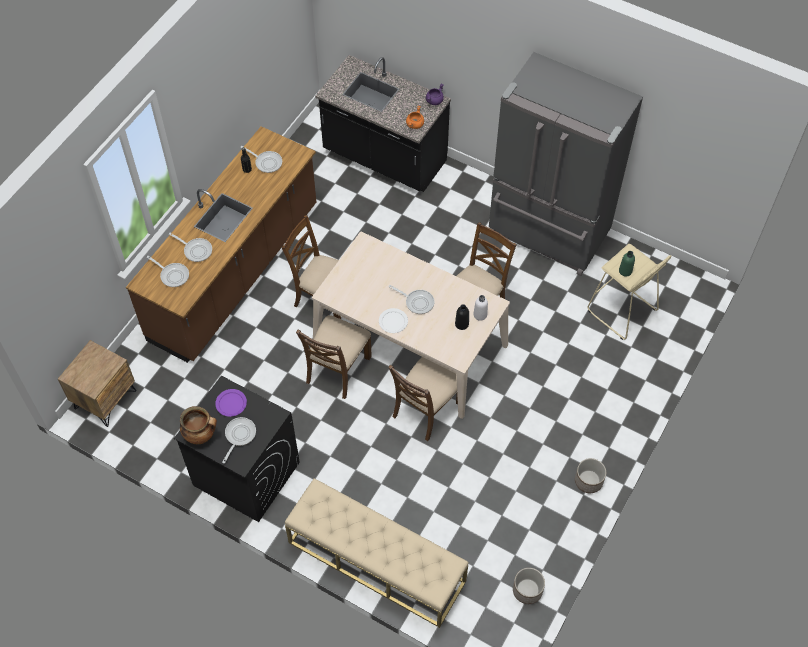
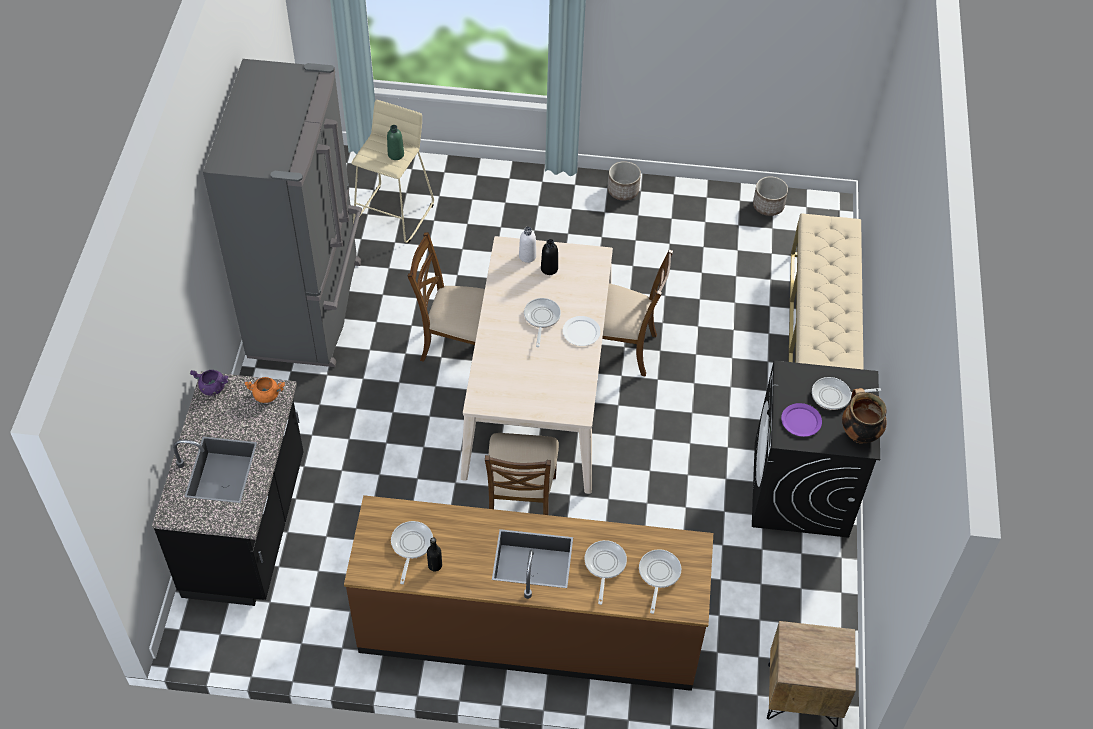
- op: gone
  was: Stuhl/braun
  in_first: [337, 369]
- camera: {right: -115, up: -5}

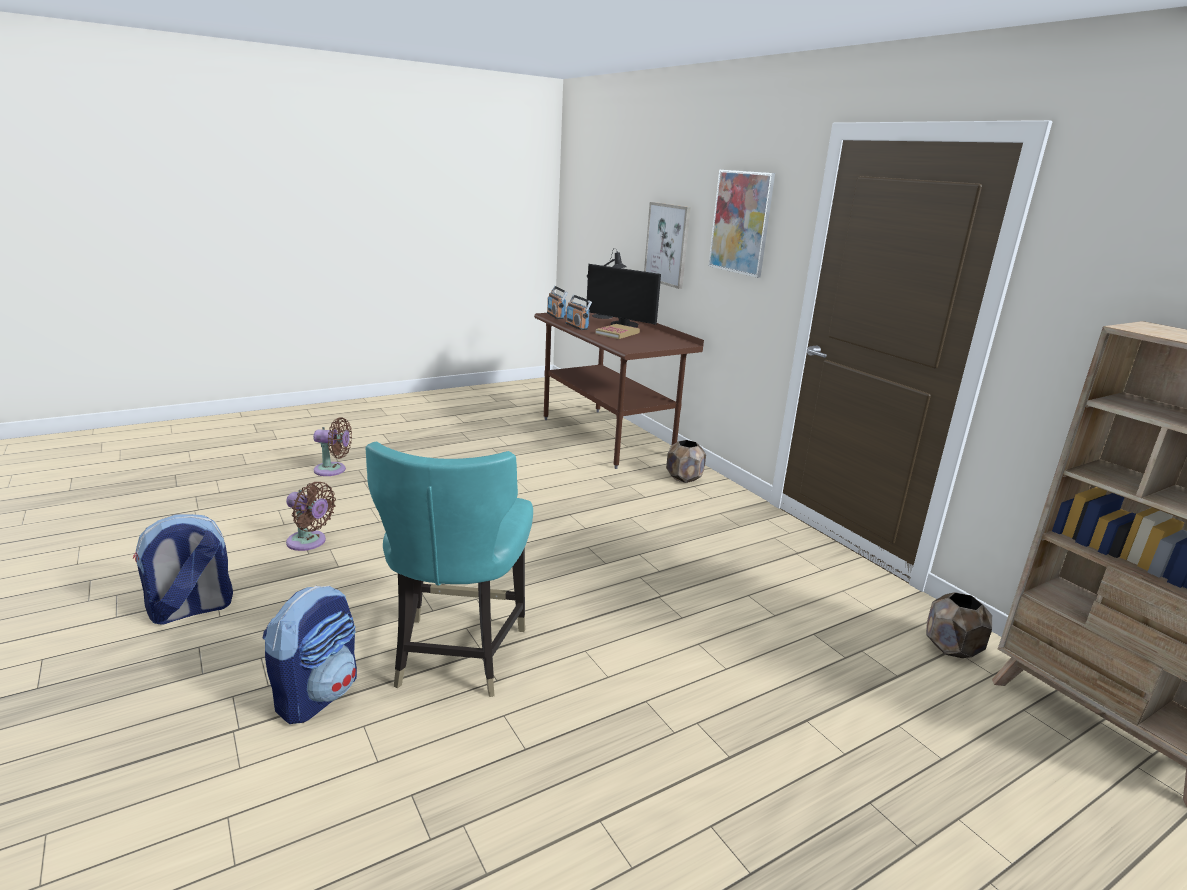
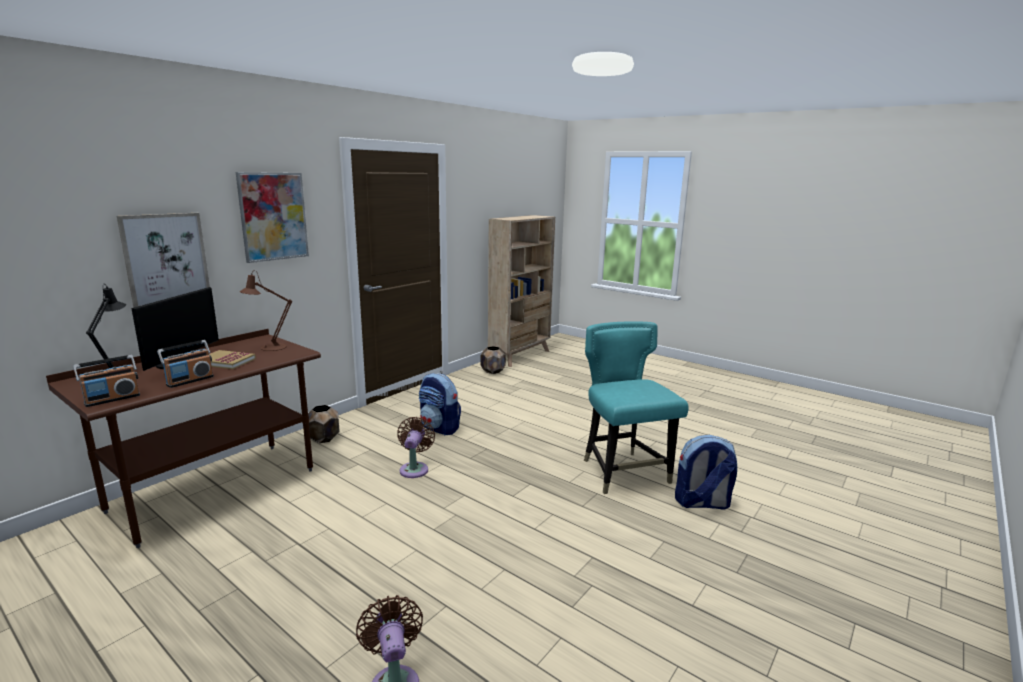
- op: rotated
  was: Stuhl/türkis
  in_first: [457, 655]
  in_second: [623, 472]
  clockwise: -90
- op: shifted
  was: Ventilator/braun
  in_first: [309, 542]
  in_second: [415, 468]
- op: shifted
  was: Rucksack
  in_first: [191, 610]
  in_second: [439, 428]
- op: new
  now: Tischlampe/braun
  in_second: [269, 347]
- camera: {right: -110, up: -5}

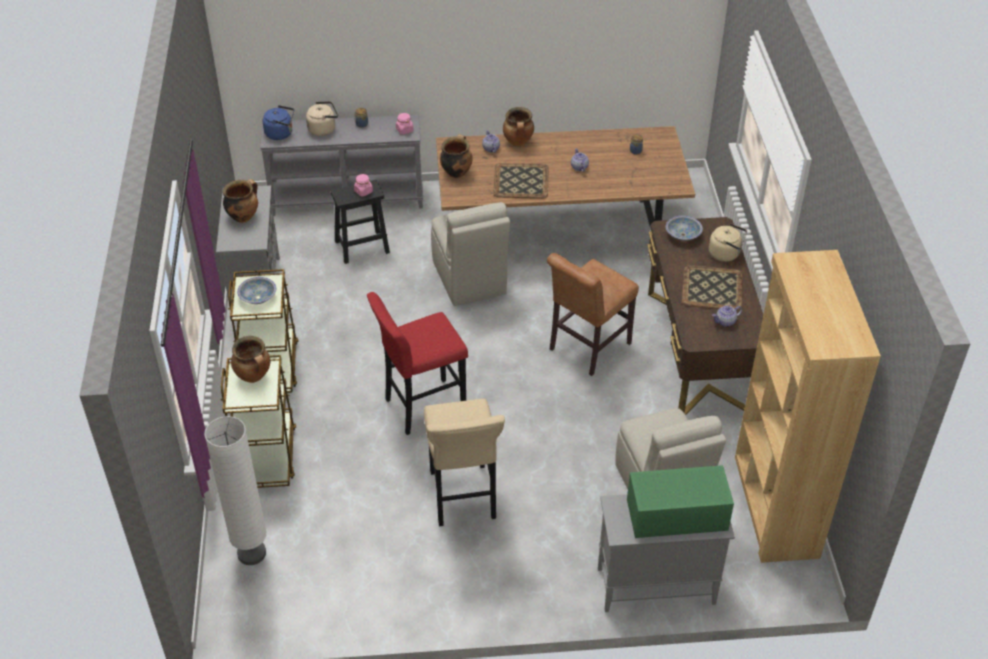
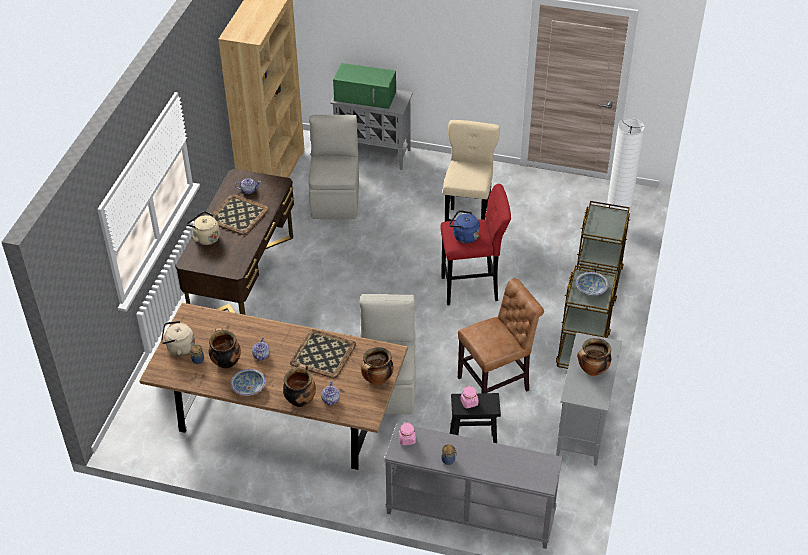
- op: shifted
  was: Wasserkessel/beige
  in_first: [323, 129]
  in_second: [179, 348]
- op: shifted
  was: Wasserkessel/blau
  in_first: [281, 134]
  in_second: [464, 236]
- op: shifted
  was: Schüssel
  in_first: [683, 235]
  in_second: [248, 388]
- op: shifted
  was: Stuhl/braun
  in_first: [587, 348]
  in_second: [497, 383]
- op: shifted
  was: Kochtopf
  in_first: [254, 376]
  in_second: [226, 362]
- camera: {right: -160, up: 0}

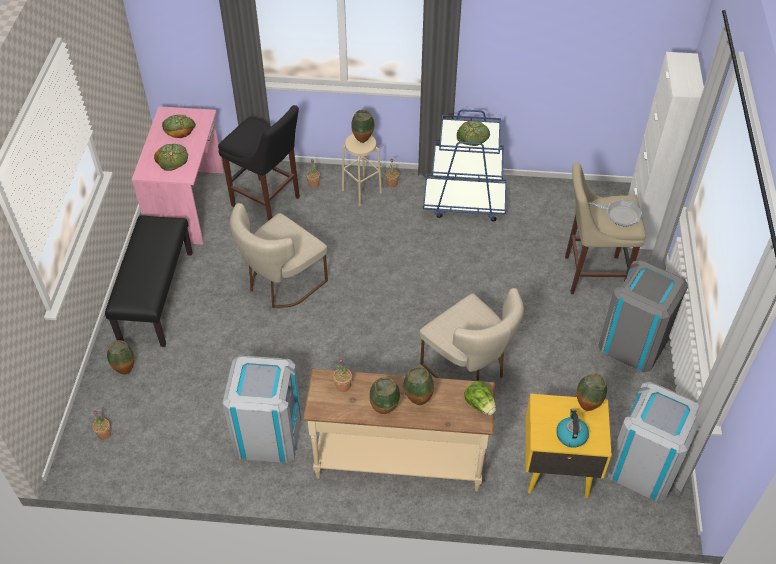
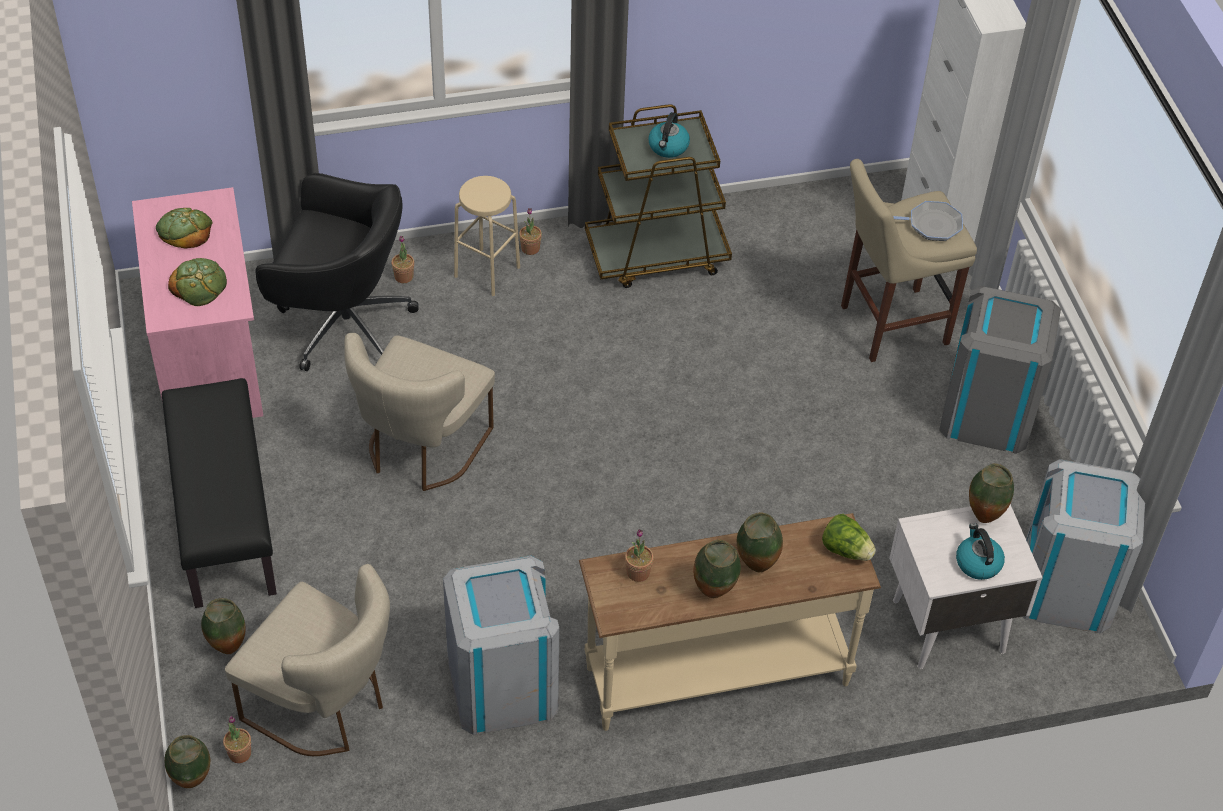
- op: swapped
  was: Hocker/schwarz
  now: Bürostuhl/schwarz
  in_first: [268, 203]
  in_second: [342, 324]
- op: repainted
  was: Rollwagen/blau
  now: Rollwagen/braun
  in_first: [465, 202]
  in_second: [657, 255]
- op: shifted
  was: Vase
  in_first: [363, 141]
  in_second: [193, 782]
- op: swapped
  was: Brot
  now: Wasserkessel
  in_first: [473, 136]
  in_second: [668, 147]
- op: shifted
  was: Stuhl/beige
  in_first: [469, 368]
  in_second: [325, 706]
- op: repainted
  was: Nachttisch/gelb
  now: Nachttisch/weiß
  in_first: [556, 469]
  in_second: [946, 625]
- camera: {right: -20, up: 0}

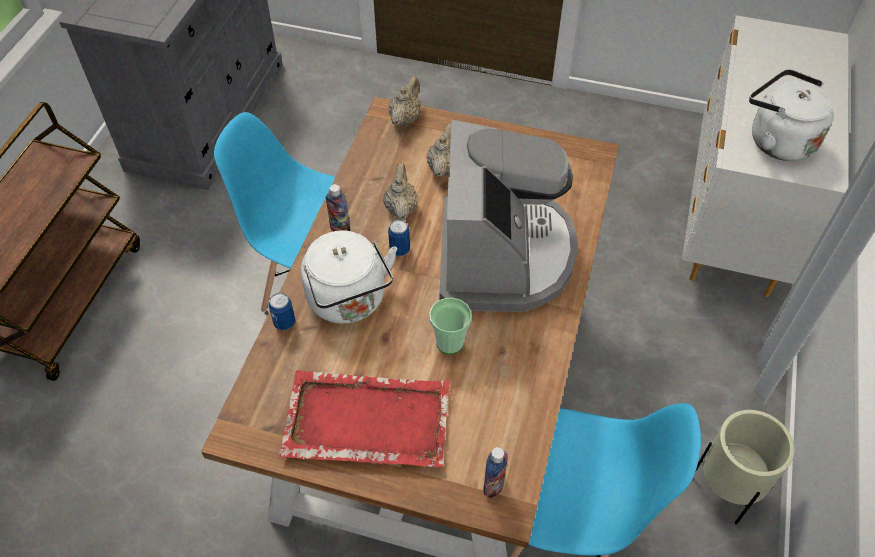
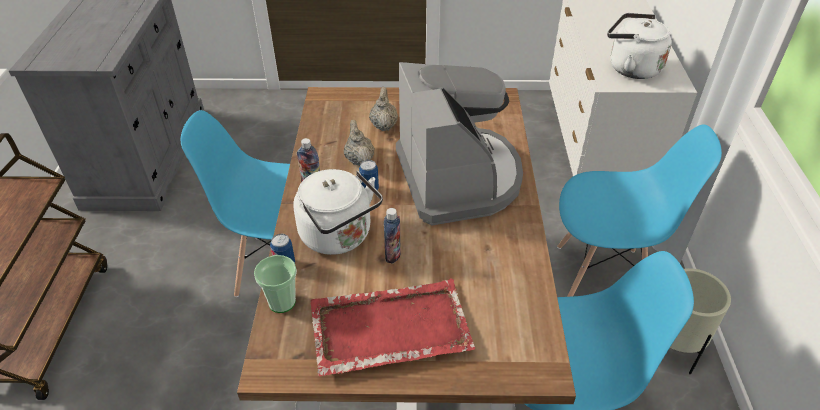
- op: gone
  was: Teekanne/beige
  in_first: [405, 118]
- op: shifted
  was: Tasse
  in_first: [449, 342]
  in_second: [282, 302]
- op: shifted
  was: Flasche
  in_first: [493, 485]
  in_second: [392, 255]
- op: new
  now: Stuhl/blau
  in_second: [602, 278]
- camera: {right: -15, up: -10}

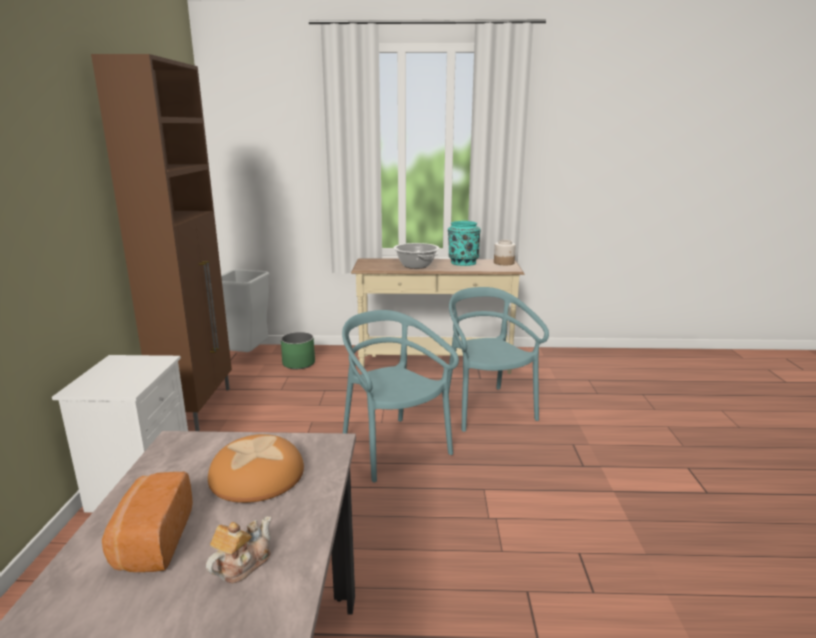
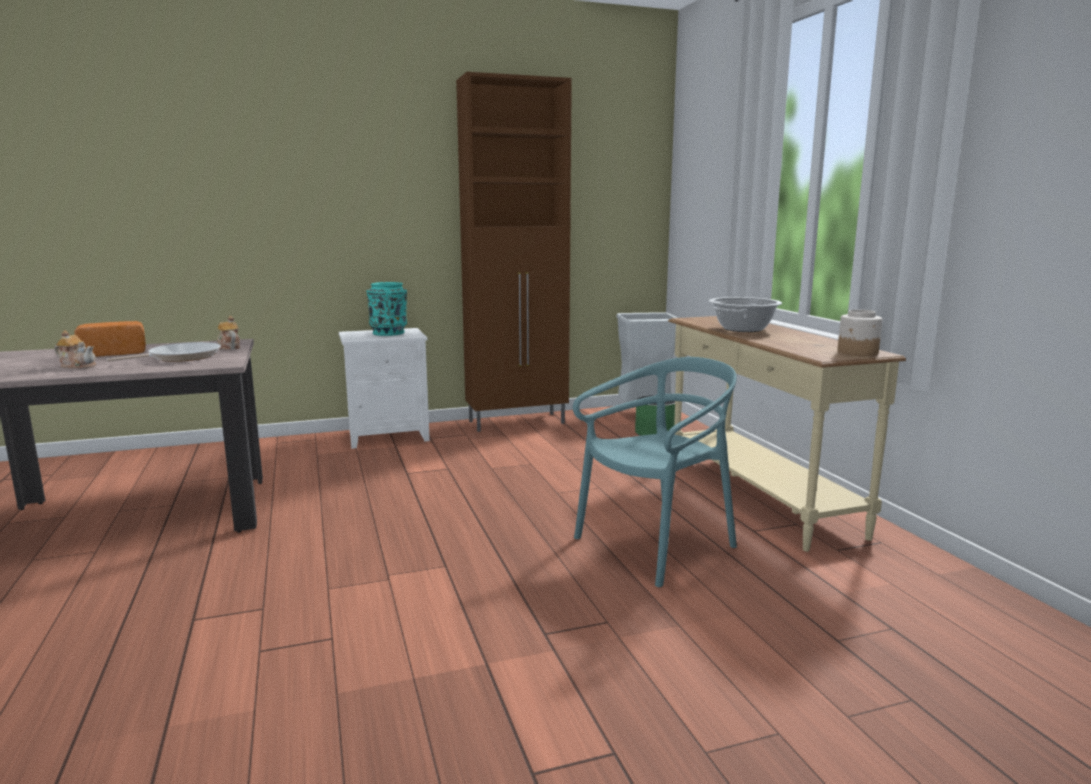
- op: shifted
  was: Vase/türkis
  in_first: [462, 262]
  in_second: [389, 333]
- op: gone
  was: Stuhl/türkis
  in_first: [393, 448]
- op: swapped
  was: Brot
  now: Pfanne
  in_first: [256, 476]
  in_second: [180, 357]
- op: new
  now: Teekanne
  in_second: [228, 347]
- camera: {right: 70, up: -5}

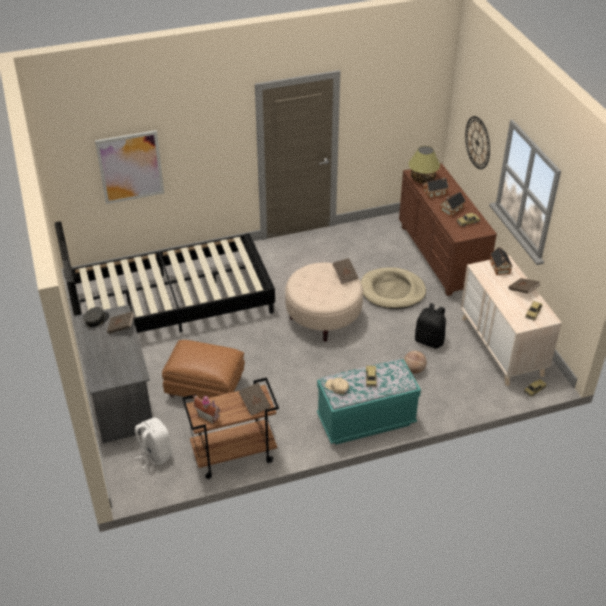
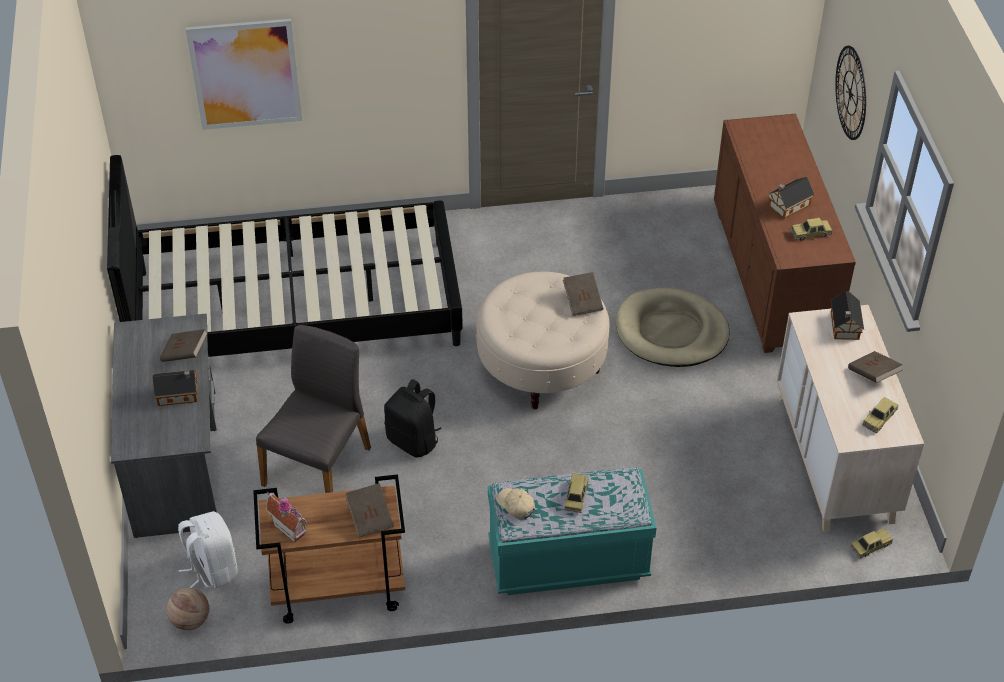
- op: gone
  was: Tischlampe
  in_first: [423, 179]
- op: shifted
  was: Spielzeughaus
  in_first: [435, 192]
  in_second: [179, 394]
- op: shifted
  was: Rucksack/schwarz
  in_first: [429, 340]
  in_second: [414, 440]
- op: gone
  was: Kappe/grau
  in_first: [96, 320]
- op: swapped
  was: Polsterhocker/braun
  now: Stuhl/grau
  in_first: [206, 388]
  in_second: [319, 466]
- op: shifted
  was: Basketball
  in_first: [414, 370]
  in_second: [190, 620]
- camera: {right: 10, up: 5}

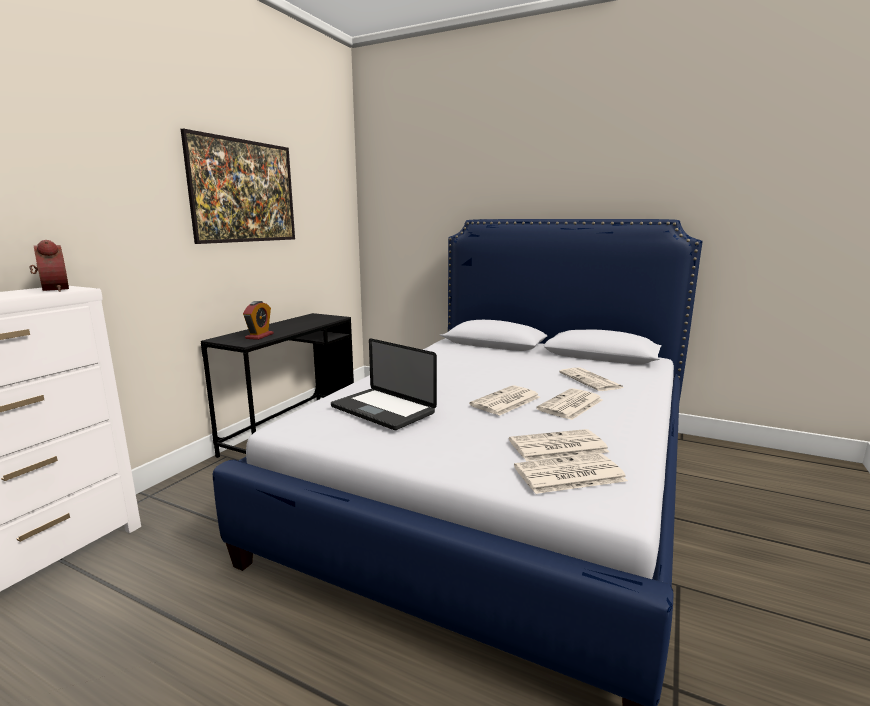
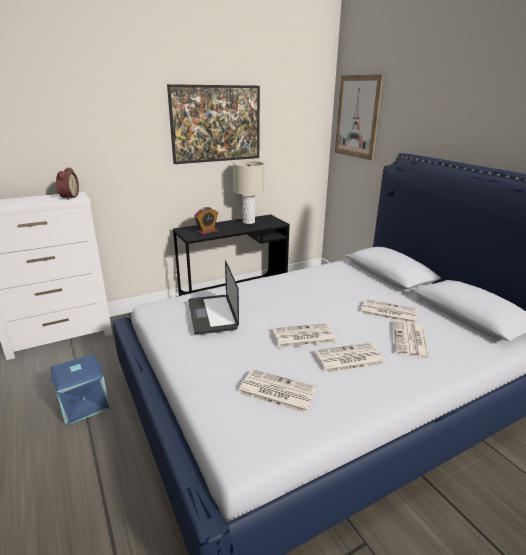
- op: shifted
  was: Zeitung
  in_first: [568, 475]
  in_second: [388, 312]
- op: new
  now: Bild
  in_second: [357, 117]
- op: new
  now: Tischlampe/beige
  in_second: [249, 222]
- op: new
  now: Aufbewahrungsbox/blau
  in_second: [84, 403]
- camera: {right: 35, up: 10}

